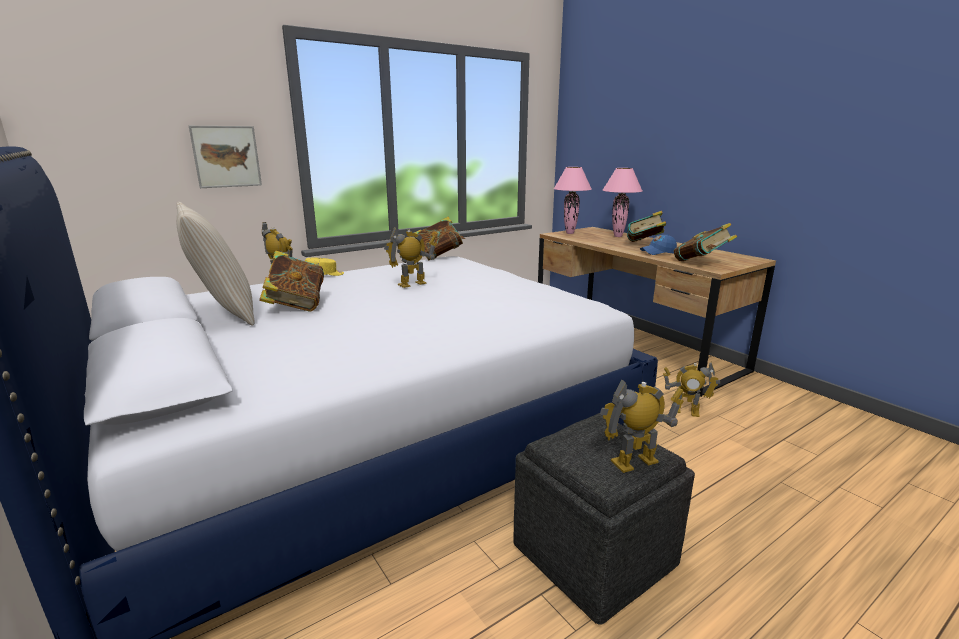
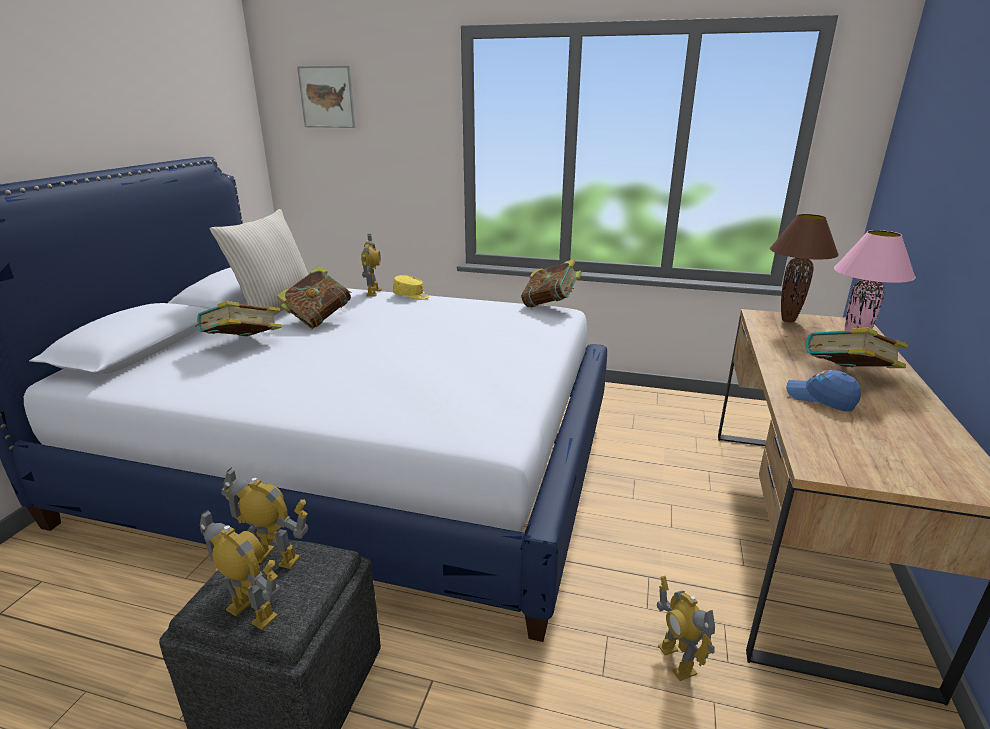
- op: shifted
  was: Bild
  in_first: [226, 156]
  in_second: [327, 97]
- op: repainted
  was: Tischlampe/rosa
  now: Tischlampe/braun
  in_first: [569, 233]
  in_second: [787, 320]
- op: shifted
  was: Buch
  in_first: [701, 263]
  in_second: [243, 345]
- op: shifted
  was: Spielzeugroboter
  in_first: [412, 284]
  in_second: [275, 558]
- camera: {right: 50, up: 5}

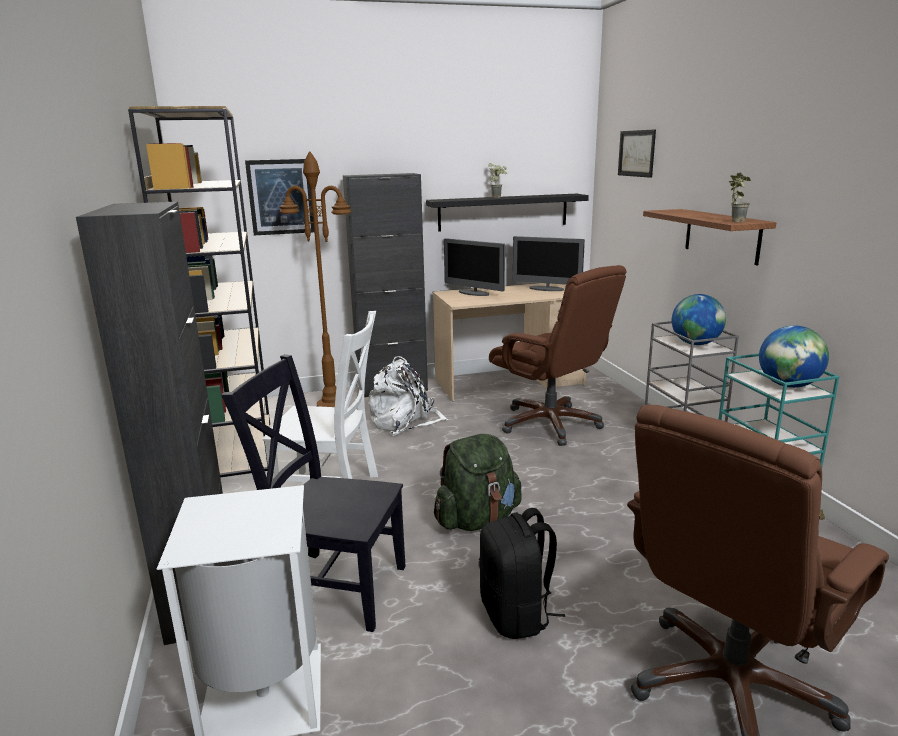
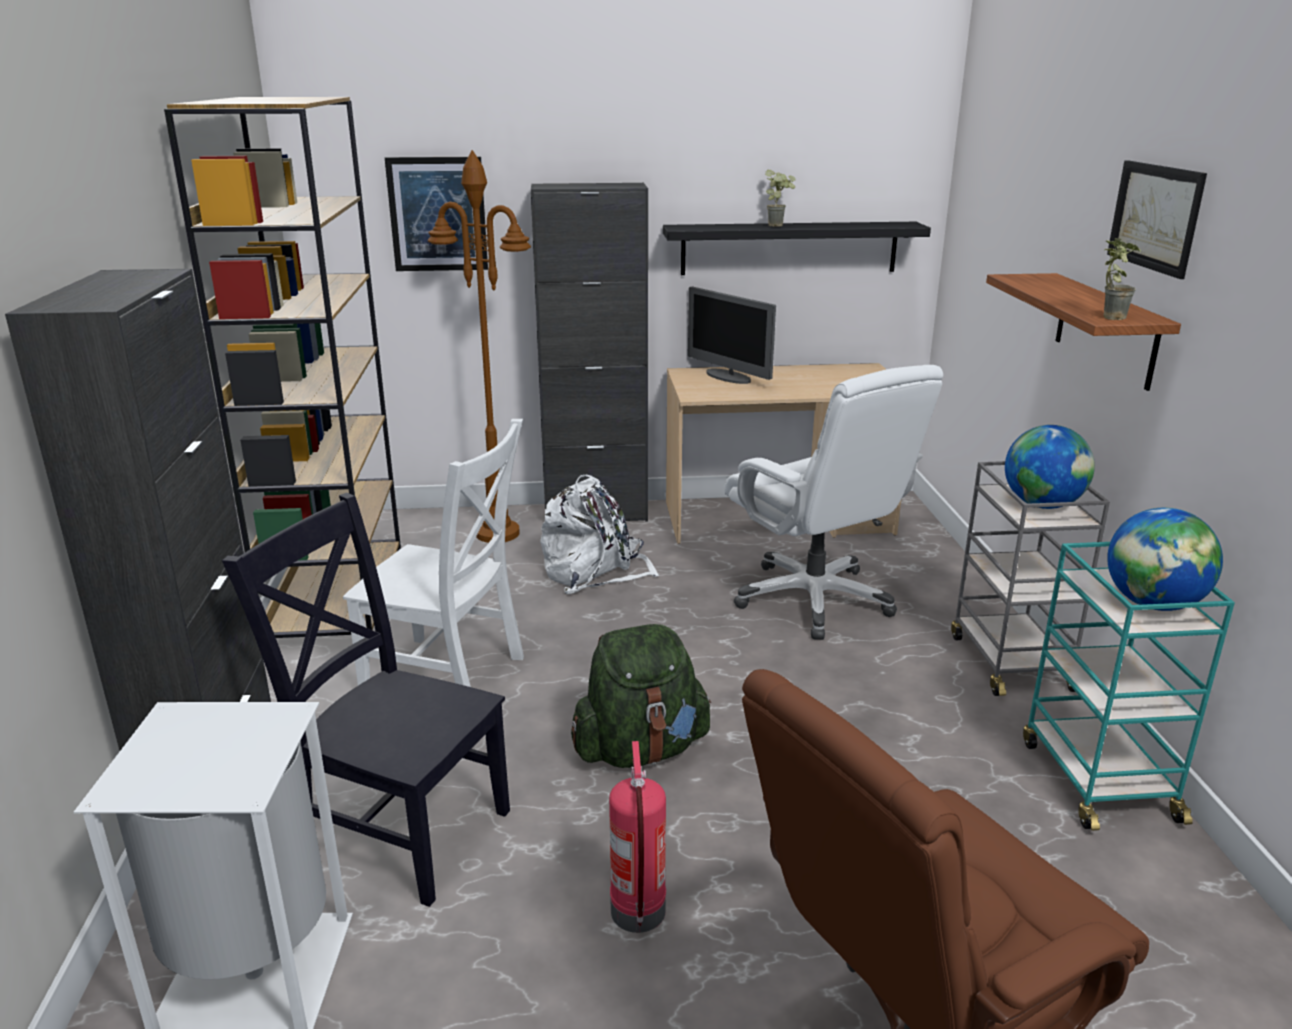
- op: shifted
  was: Bild
  in_first: [636, 153]
  in_second: [1155, 217]
- op: gone
  was: Monitor
  in_first: [546, 289]
- op: repainted
  was: Bürostuhl/braun
  now: Bürostuhl/weiß
  in_first: [551, 424]
  in_second: [814, 599]
- op: swapped
  was: Rucksack/schwarz
  now: Feuerlöscher
  in_first: [516, 615]
  in_second: [639, 913]
- camera: {right: 10, up: 5}

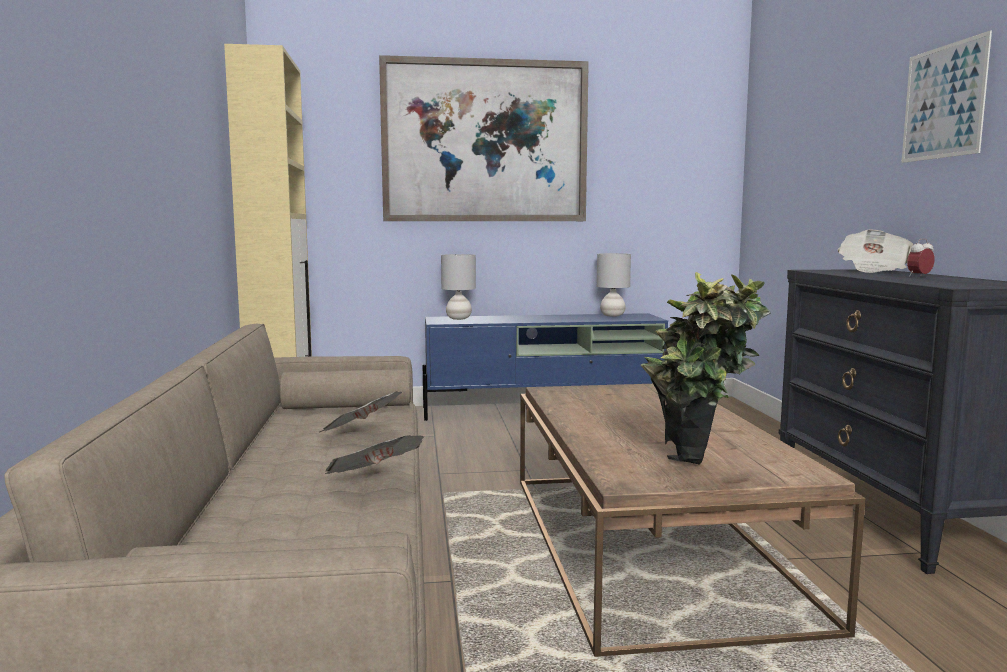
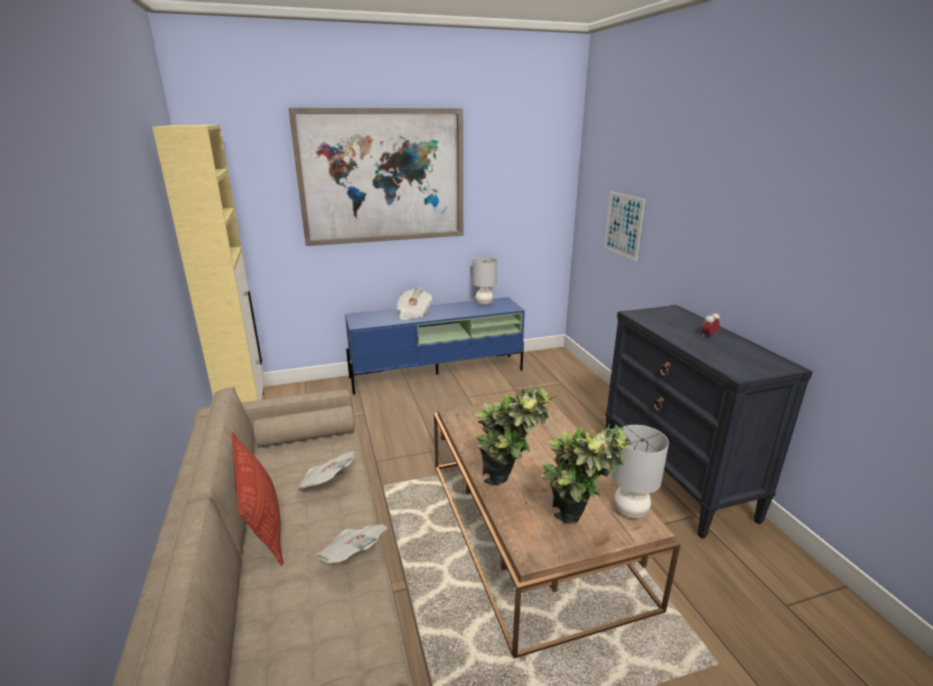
- op: shifted
  was: Bild
  in_first: [943, 102]
  in_second: [623, 225]
- op: shifted
  was: Zeitung
  in_first: [873, 270]
  in_second: [413, 313]
- op: shifted
  was: Tischlampe/grau
  in_first: [459, 318]
  in_second: [630, 510]
- op: new
  now: Topfpflanze
  in_second: [510, 492]
- op: new
  now: Kissen
  in_second: [262, 521]
- camera: {right: -10, up: 15}

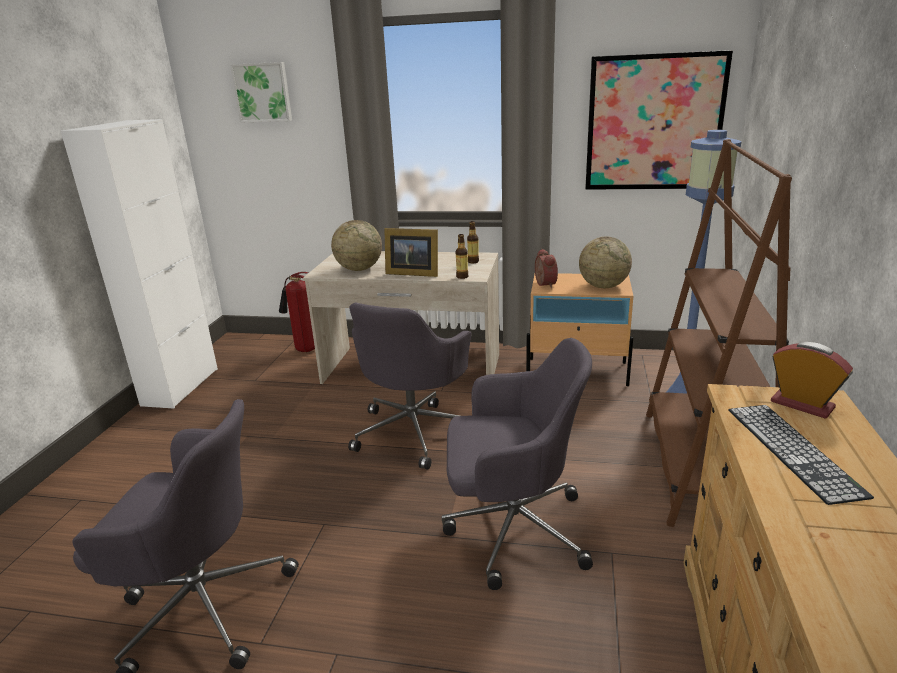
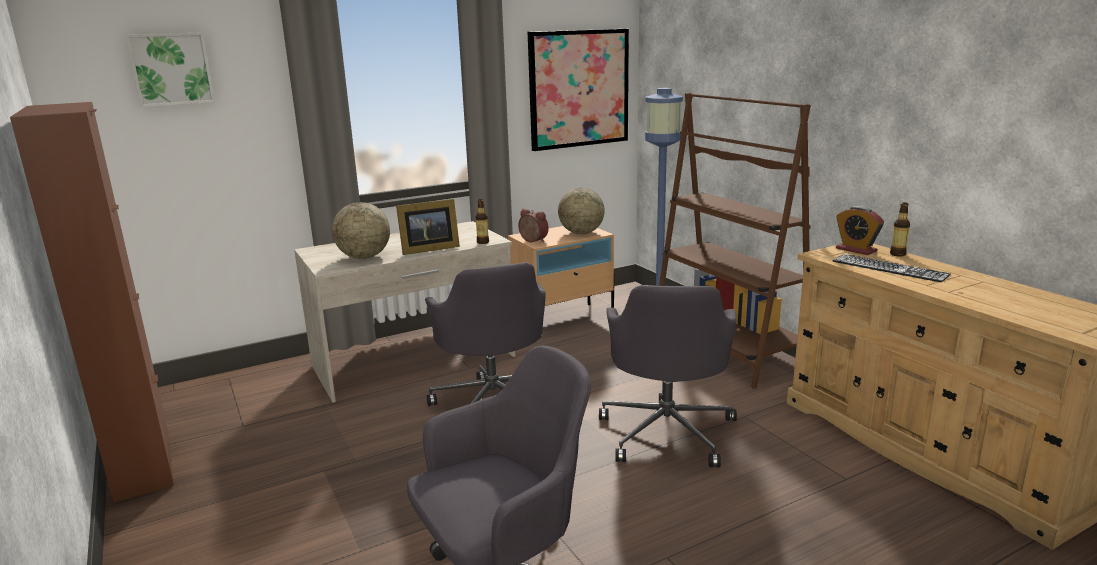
- op: repainted
  was: Schrank/weiß
  now: Schrank/braun
  in_first: [180, 386]
  in_second: [143, 465]
- op: shifted
  was: Flasche
  in_first: [473, 261]
  in_second: [897, 254]
- op: gone
  was: Feuerlöscher
  in_first: [303, 349]
- op: rotated
  was: Bürostuhl/grau
  in_first: [512, 528]
  in_second: [667, 431]
  clockwise: 135
- op: rotated
  was: Wecker
  in_first: [802, 404]
  in_second: [856, 250]
  clockwise: -135
- camera: {right: -40, up: -5}

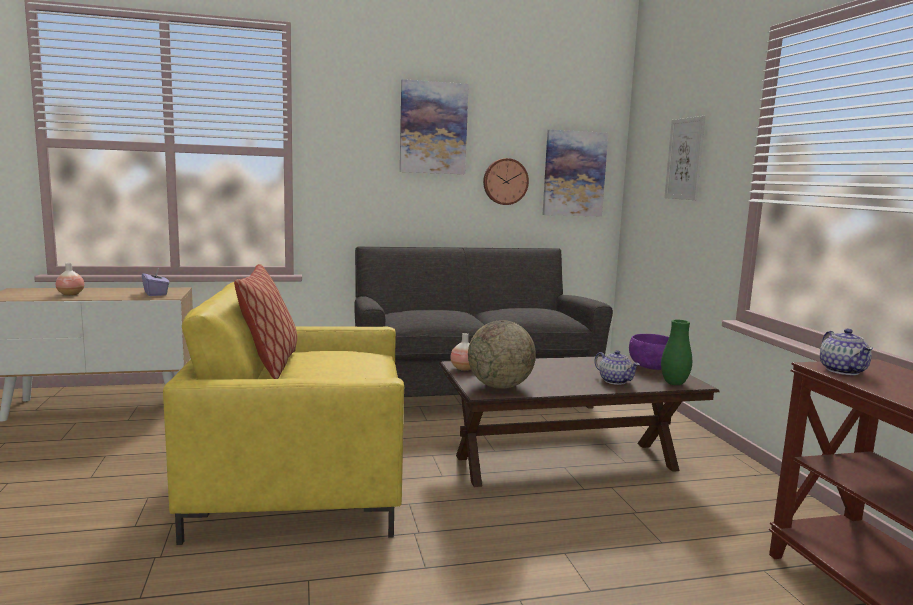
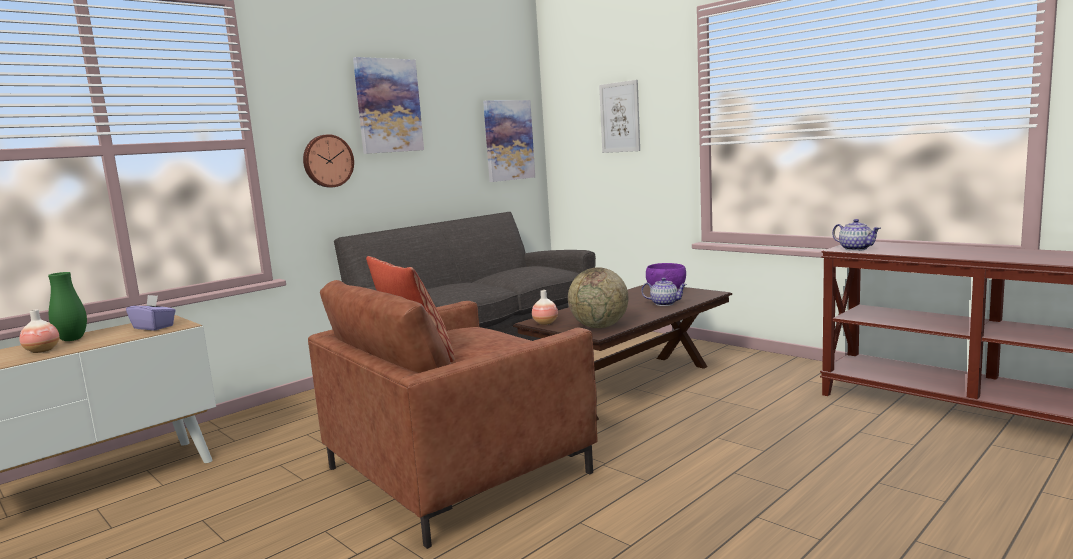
- op: shifted
  was: Wanduhr
  in_first: [505, 181]
  in_second: [327, 161]
- op: repainted
  was: Sessel/gelb
  now: Sessel/braun
  in_first: [300, 486]
  in_second: [456, 470]
- op: shifted
  was: Vase/grün
  in_first: [674, 383]
  in_second: [72, 339]
- camera: {right: -30, up: 0}

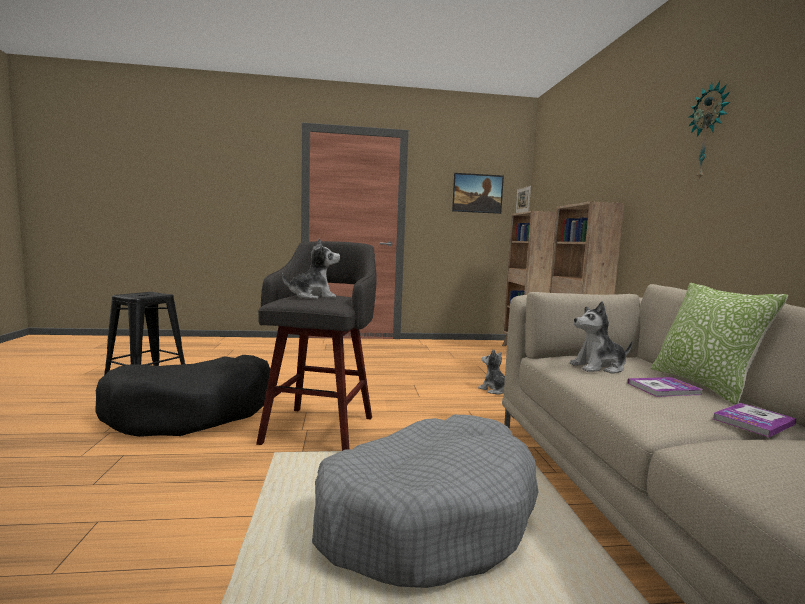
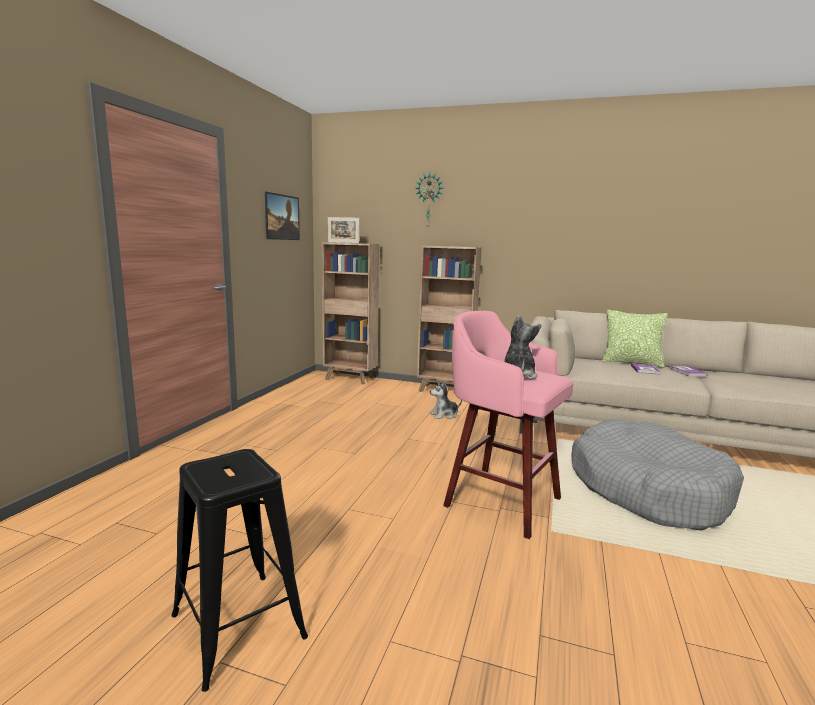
- op: shifted
  was: Wanduhr
  in_first: [709, 132]
  in_second: [429, 201]
- op: repainted
  was: Hocker/grau
  now: Hocker/rosa
  in_first: [320, 428]
  in_second: [499, 500]
- op: gone
  was: Plüschtier
  in_first: [599, 367]
- op: gone
  was: Hundebett/schwarz
  in_first: [192, 412]
- camera: {right: -65, up: 5}

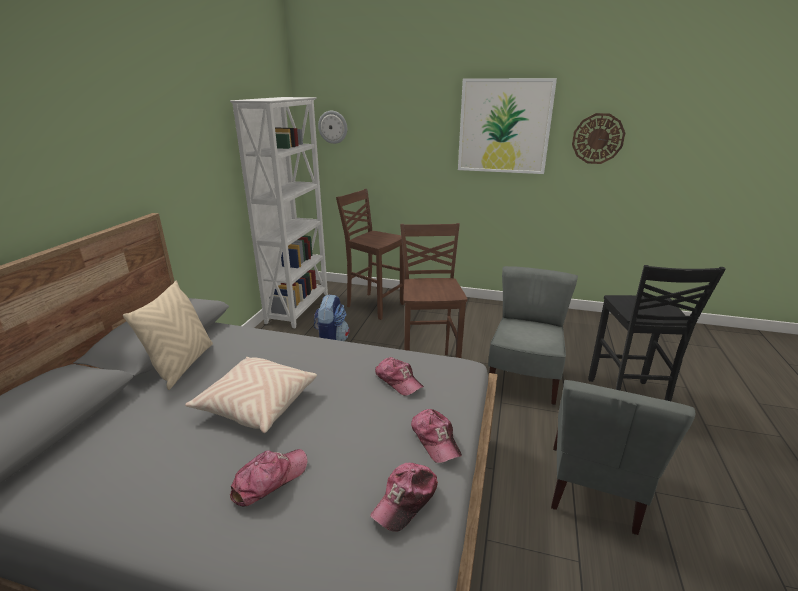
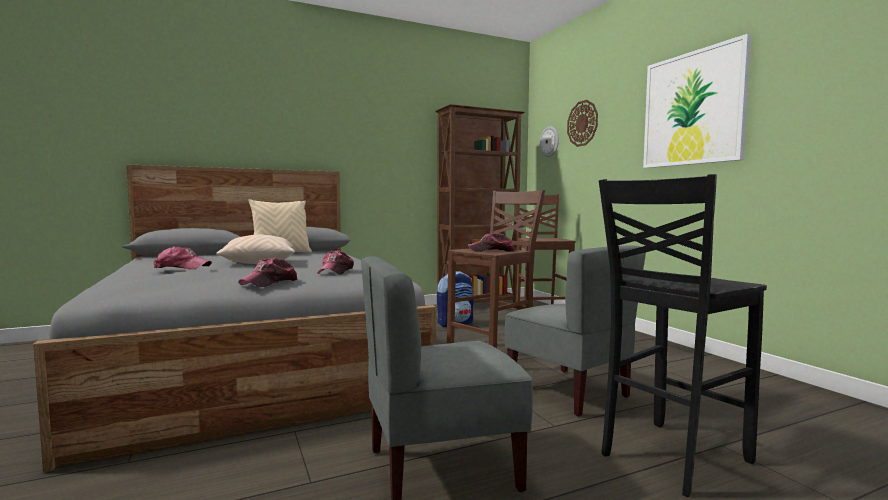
- op: repainted
  was: Bücherregal/weiß
  now: Bücherregal/braun
  in_first: [299, 308]
  in_second: [478, 305]
- op: shifted
  was: Wanduhr
  in_first: [598, 138]
  in_second: [582, 123]
- op: rotated
  was: Stuhl/grau
  in_first: [523, 379]
  in_second: [569, 392]
  clockwise: 75
- op: shifted
  was: Kappe
  in_first: [406, 500]
  in_second: [492, 251]
- camera: {right: 50, up: -20}

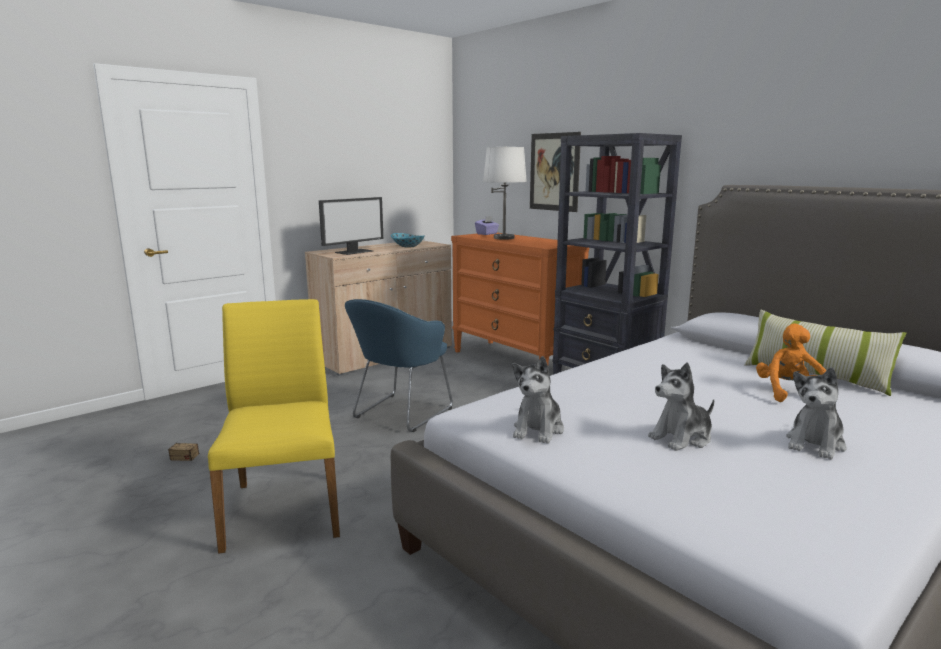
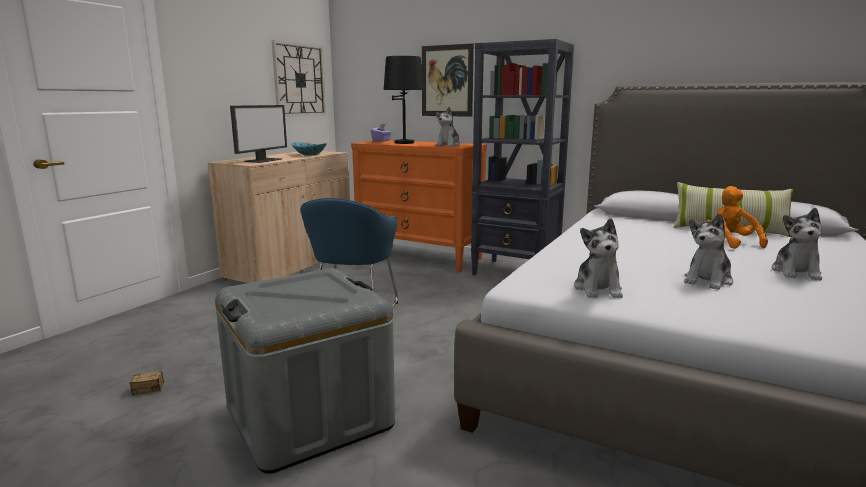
- op: repainted
  was: Tischlampe/weiß
  now: Tischlampe/schwarz
  in_first: [504, 238]
  in_second: [404, 143]
- op: swapped
  was: Stuhl/gelb
  now: Aufbewahrungsbox/grau
  in_first: [284, 508]
  in_second: [309, 417]
- op: new
  now: Wanduhr
  in_second: [299, 80]
- op: new
  now: Plüschtier
  in_second: [448, 145]
- camera: {right: -20, up: 0}

